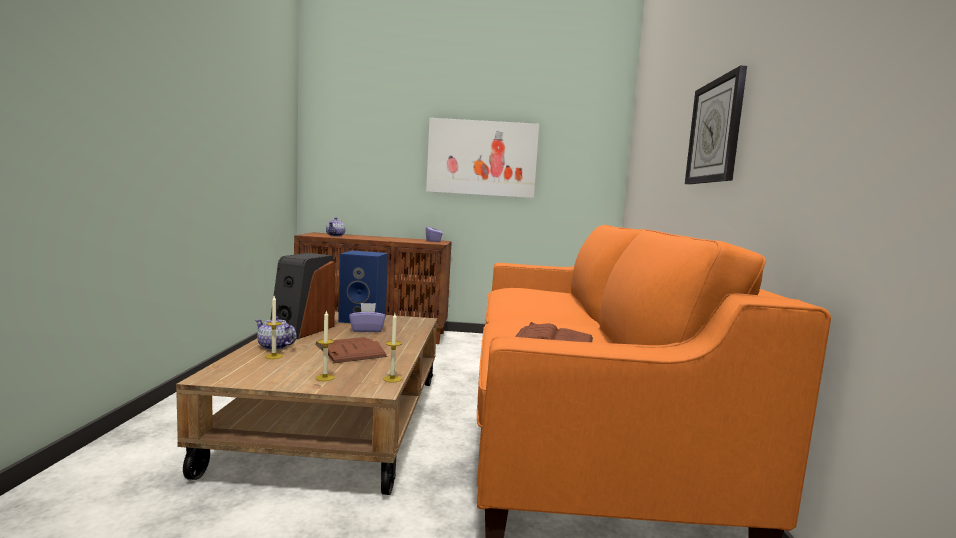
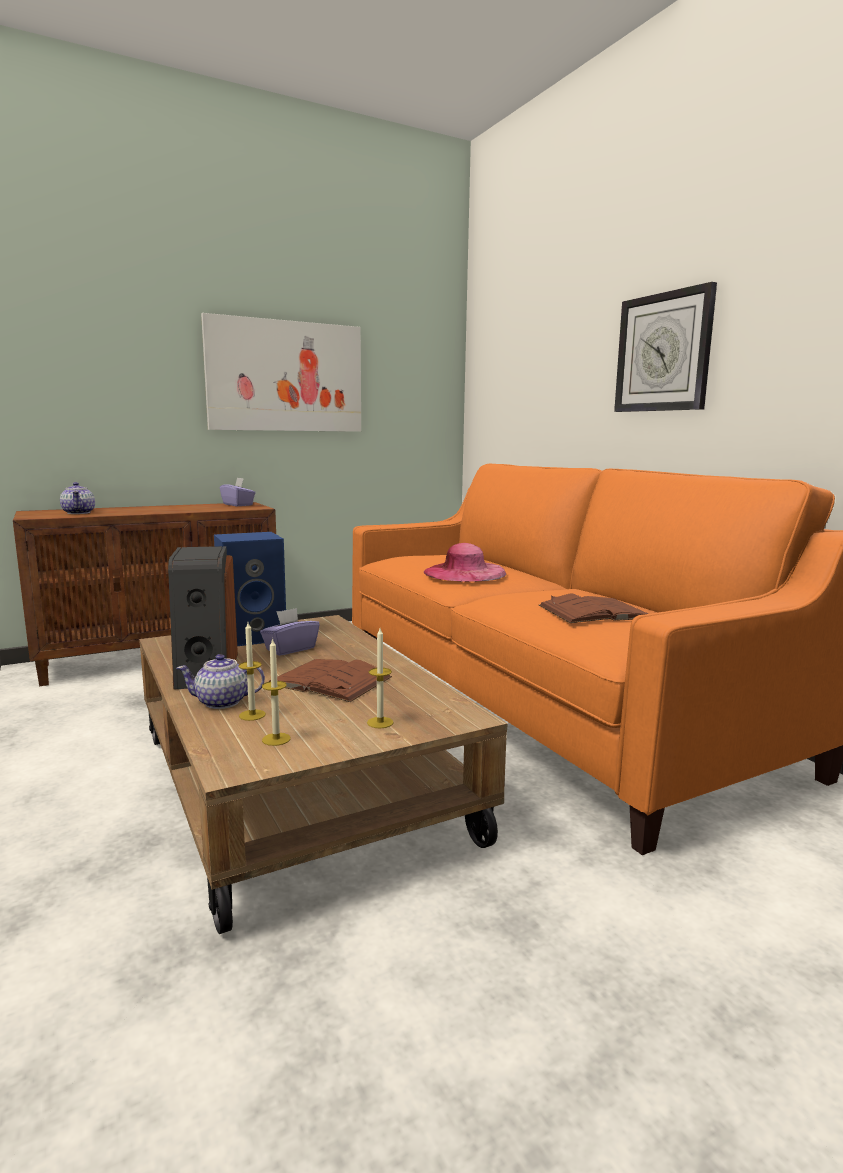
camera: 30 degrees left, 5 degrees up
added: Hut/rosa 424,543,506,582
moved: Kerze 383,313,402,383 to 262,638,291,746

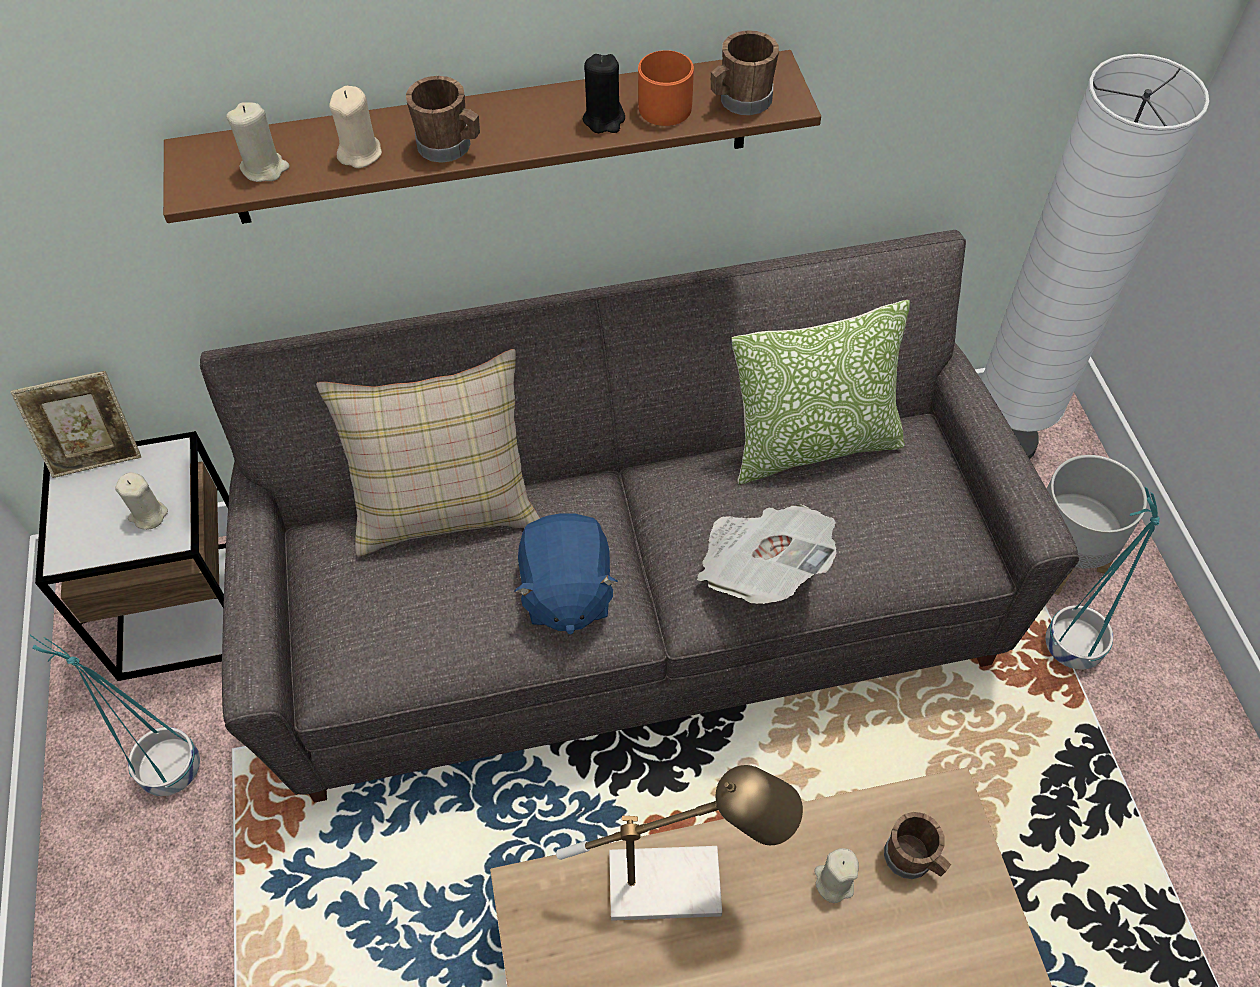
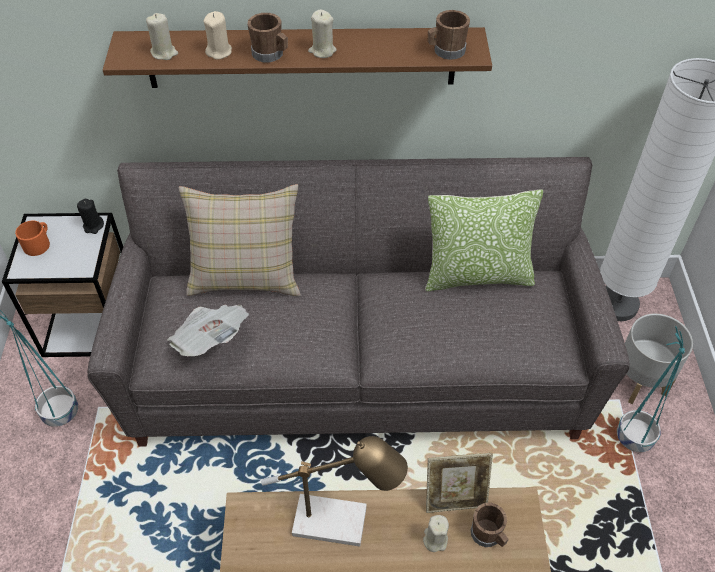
camera: 10 degrees right, 5 degrees down
removed: Plüschtier/blau 514,513,618,635
moved: Bilderrahmen 11,371,141,478 to 426,453,493,513; Kerze/beige 115,472,168,530 to 308,10,337,58; Kerze/schwarz 583,54,625,133 to 77,199,104,234; Henkelbecher/orange 638,50,694,126 to 15,221,50,256; Zeitung 697,505,837,604 to 167,305,249,356

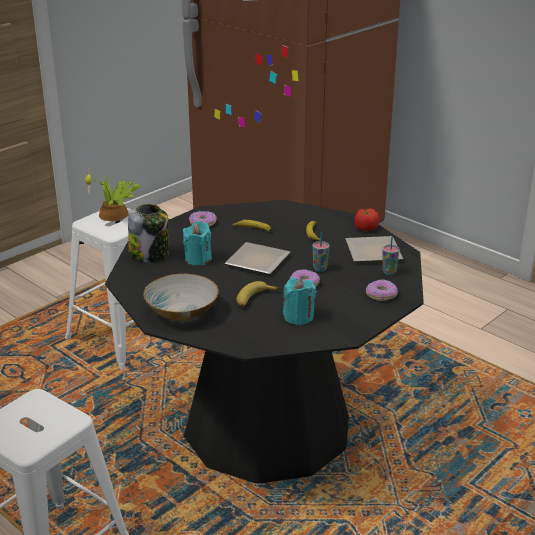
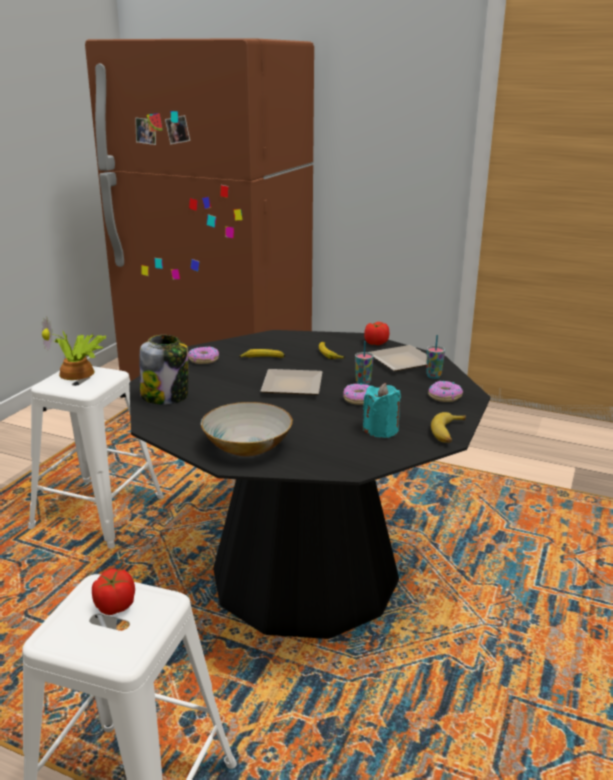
camera: 20 degrees left, 5 degrees down
removed: Kerze/türkis 183,221,212,265
added: Tomate 92,568,135,615
moved: Banane 236,281,279,307 to 431,412,466,443

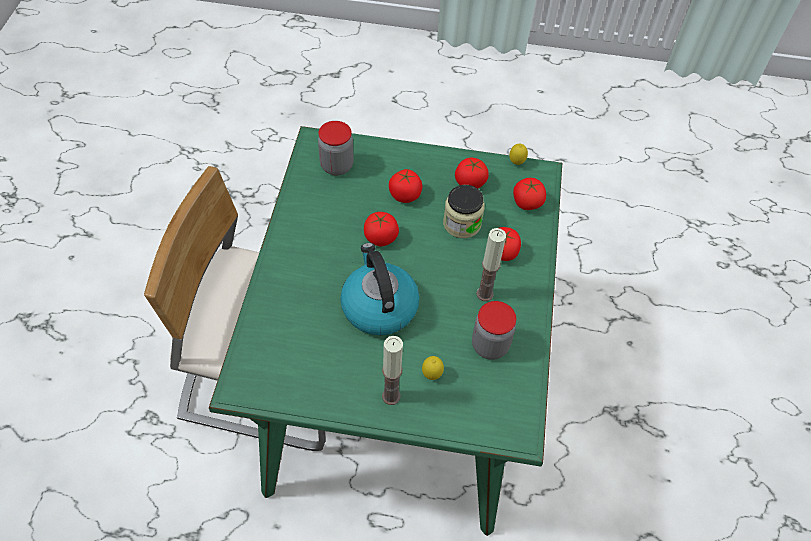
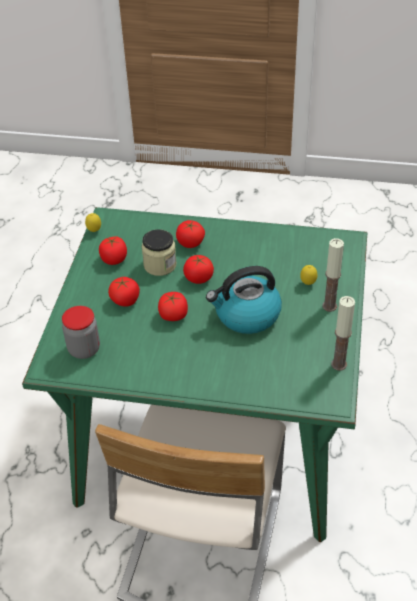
camera: 85 degrees left, 10 degrees down
removed: Vorratsglas 472,301,516,360
moved: Kerze 476,228,506,301 to 331,296,355,371; Tomate 513,178,546,210 to 183,255,214,284

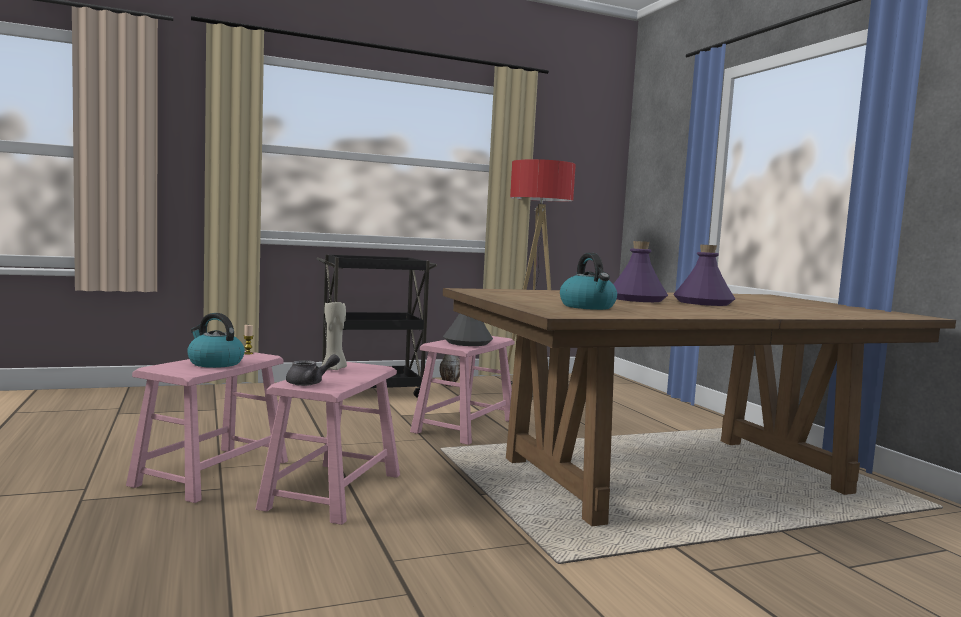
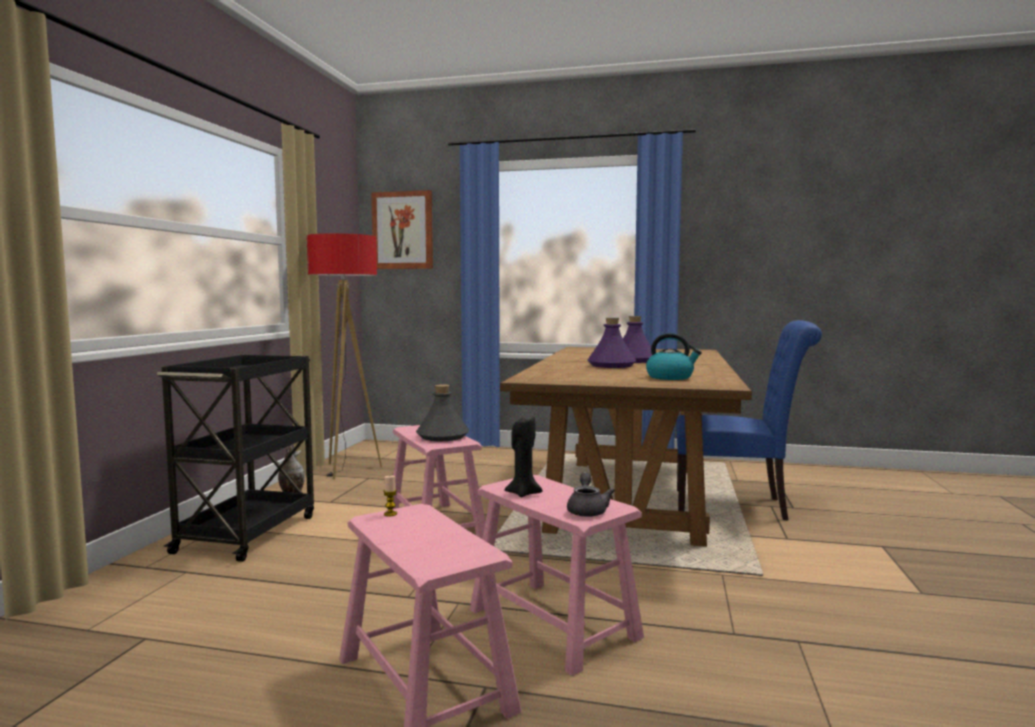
camera: 55 degrees left, 0 degrees up
removed: Wasserkessel 187,313,245,368
added: Bild 371,190,433,269; Stuhl/blau 676,320,822,521
recoloured: Kerze/beige 321,299,347,370 to Kerze/schwarz 504,417,543,497

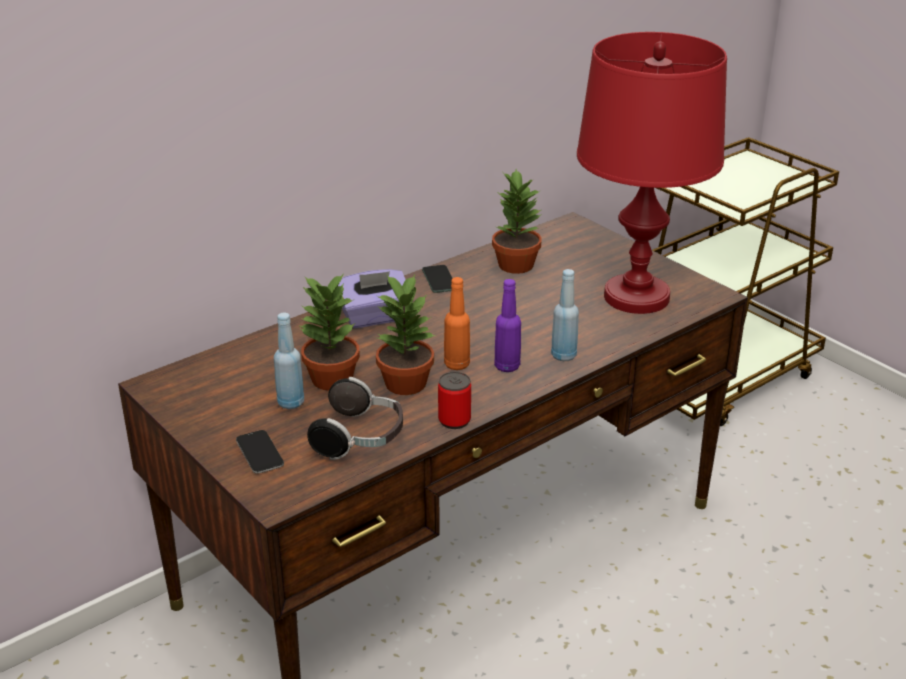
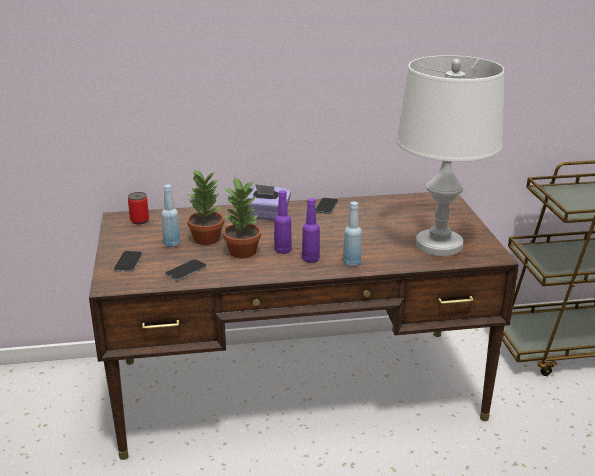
camera: 30 degrees right, 5 degrees down
removed: Topfpflanze 492,169,542,274
moved: Dose 438,372,471,429 to 128,192,149,225
replaced: Kopfhörer 307,377,403,460 to Handy 165,259,206,281
recoloured: Flasche/orange 444,277,470,370 to Flasche/lila 274,190,292,254; Tischlampe/rot 577,32,727,314 to Tischlampe/weiß 397,55,505,256

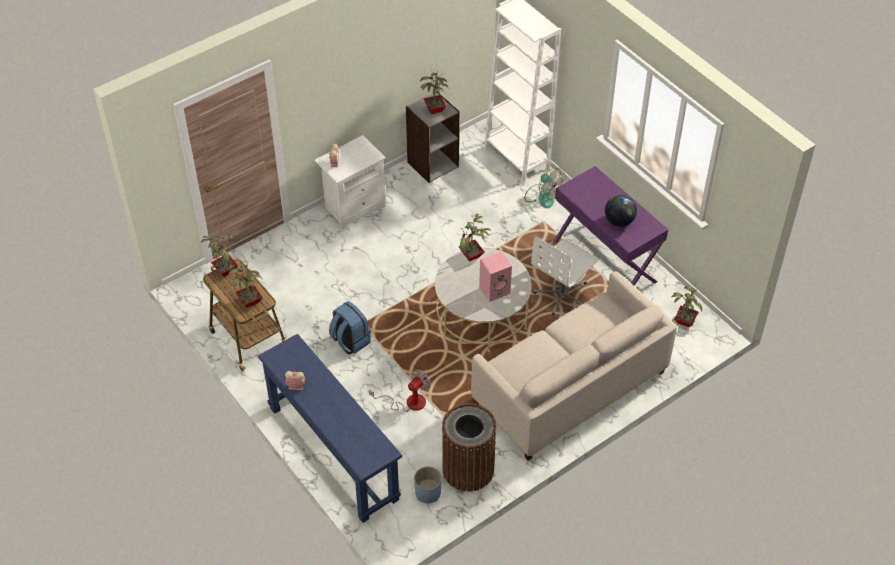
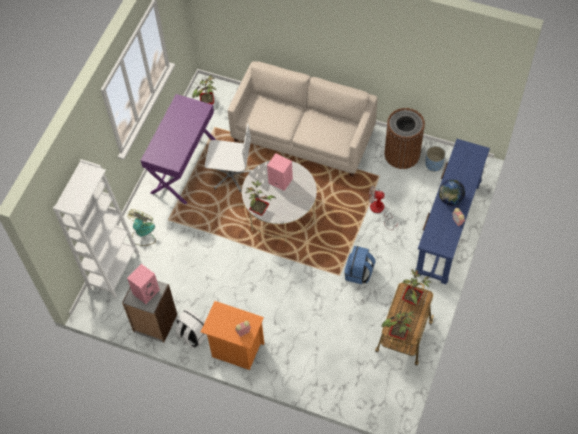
camera: 120 degrees left, 10 degrees up
added: Rucksack/weiß 175,308,207,348
moved: Globus 605,195,637,227 to 439,180,465,206
replaced: Topfpflanze 420,69,448,114 to Lautsprecher/rosa 127,264,160,304
recoloured: Nachttisch/weiß 314,135,386,230 to Nachttisch/orange 201,301,264,370

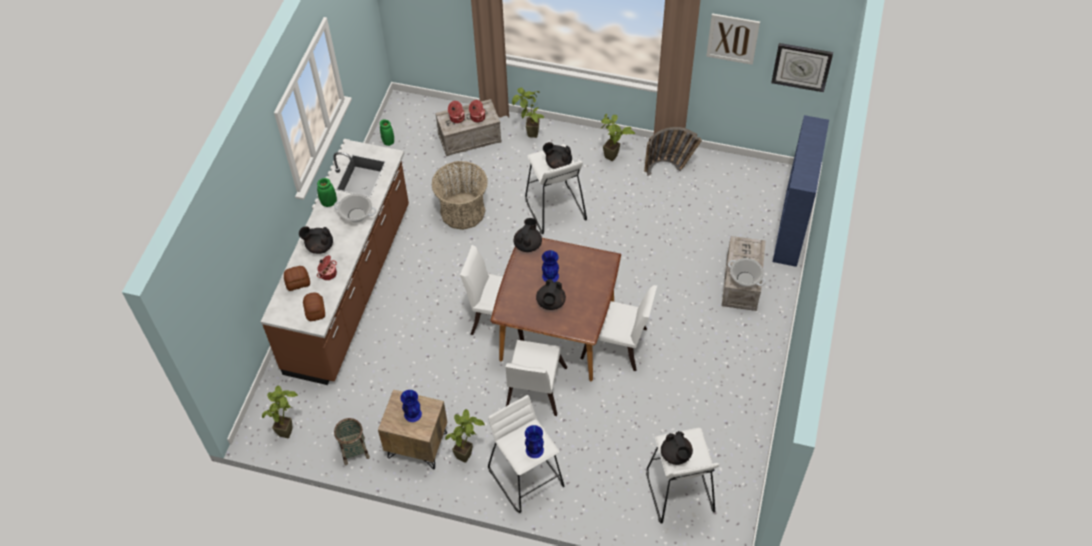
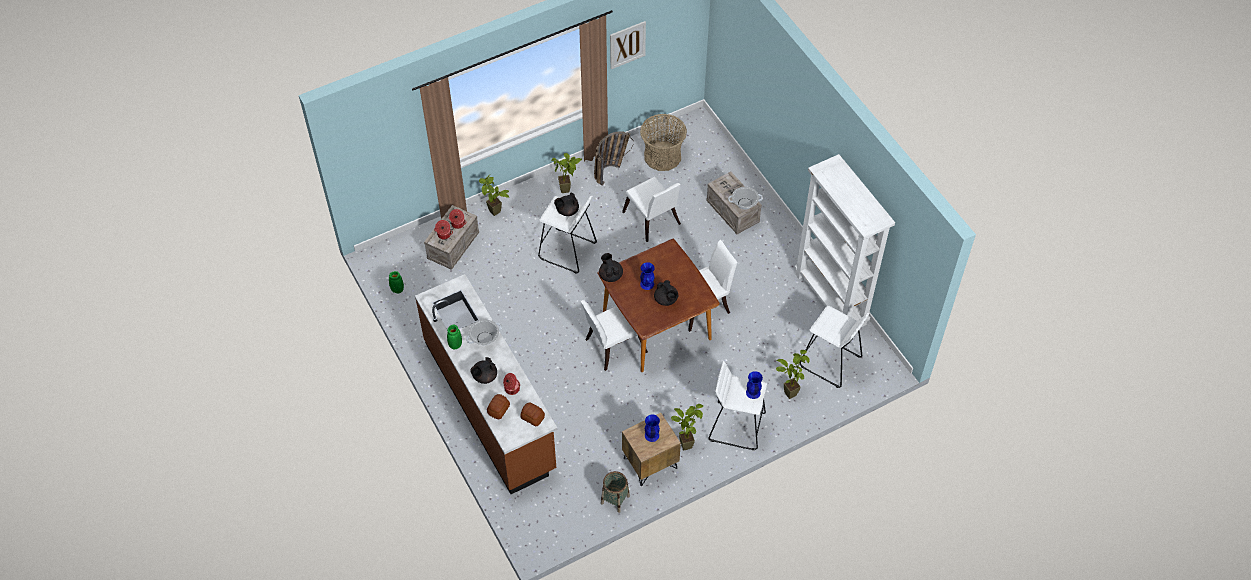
camera: 45 degrees left, 0 degrees up
removed: Teekanne/schwarz 661,431,693,465; Wanduhr 771,43,833,92; Bücherregal/blau 773,115,829,267
added: Bücherregal/weiß 794,154,895,327
moved: Topfpflanze 262,385,298,438 to 776,350,810,399; Korb 431,161,488,230 to 640,114,687,171; Stuhl/weiß 506,340,567,416 to 622,177,681,242

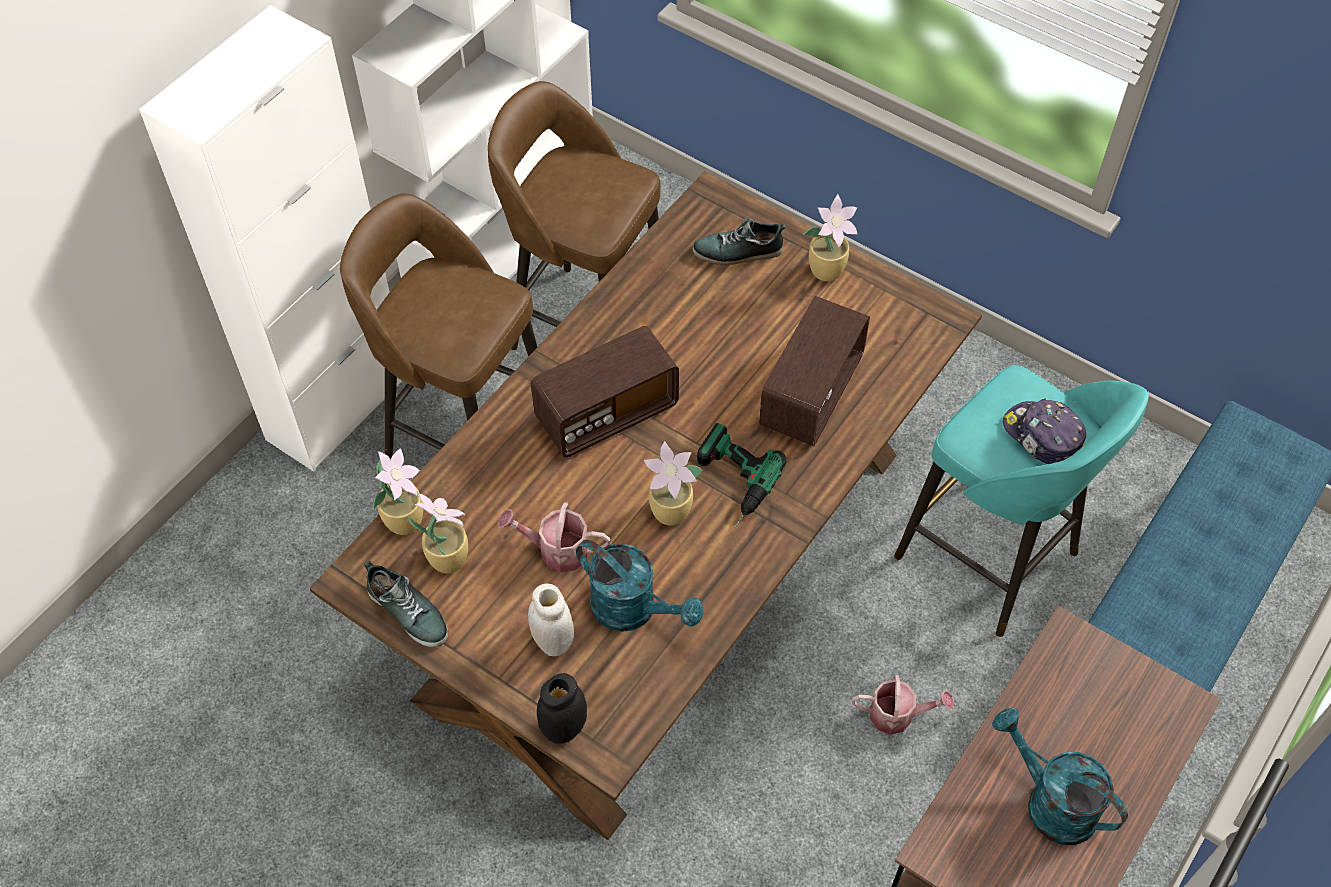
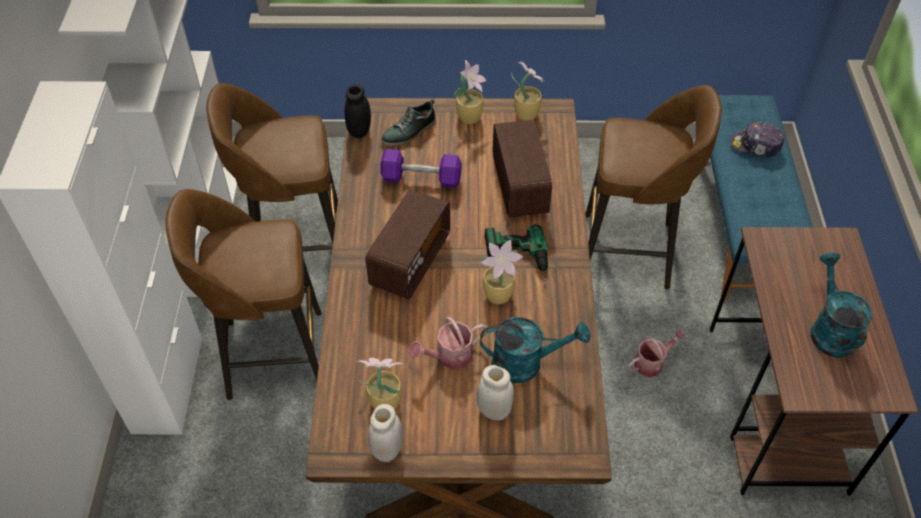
camera: 35 degrees left, 5 degrees down
added: Hantel/lila 380,149,462,188
moved: Topfpflanze 373,448,423,535 to 511,61,545,121; Vorratsglas/schwarz 537,673,587,744 to 344,84,371,138; Kappe 1003,399,1087,464 to 730,122,784,157
replaced: Schuh 364,561,448,648 to Vorratsglas/weiß 368,404,403,462
recoloured: Hocker/türkis 894,365,1149,637 to Hocker/braun 585,85,722,290
turned: Gießkanne/türkis 992,708,1128,845 = 811,253,872,358 75 degrees clockwise

